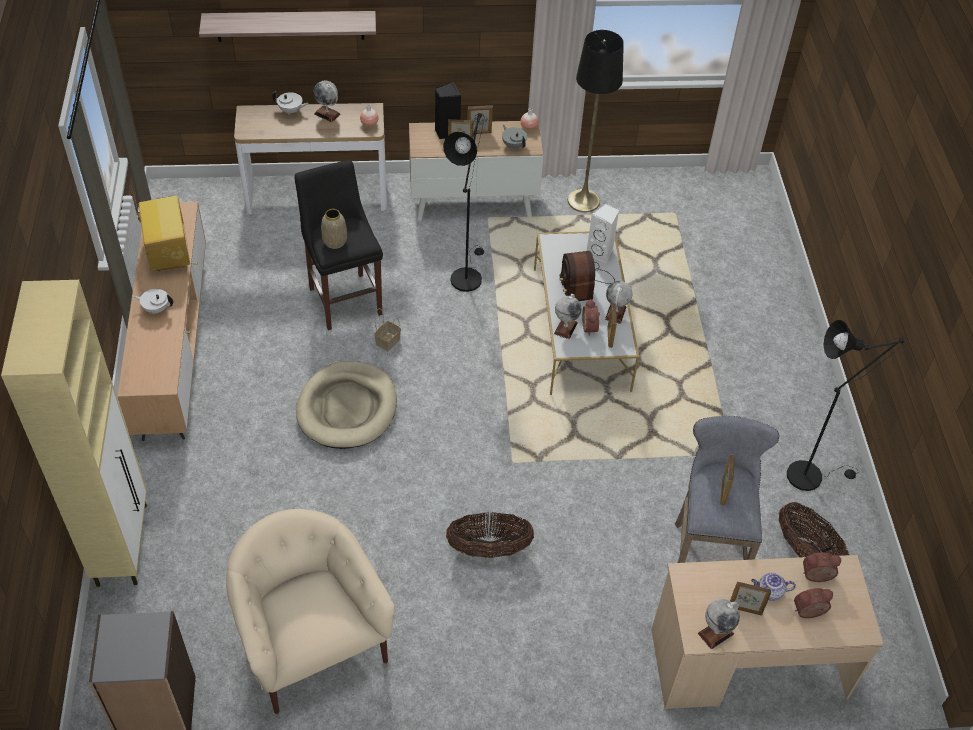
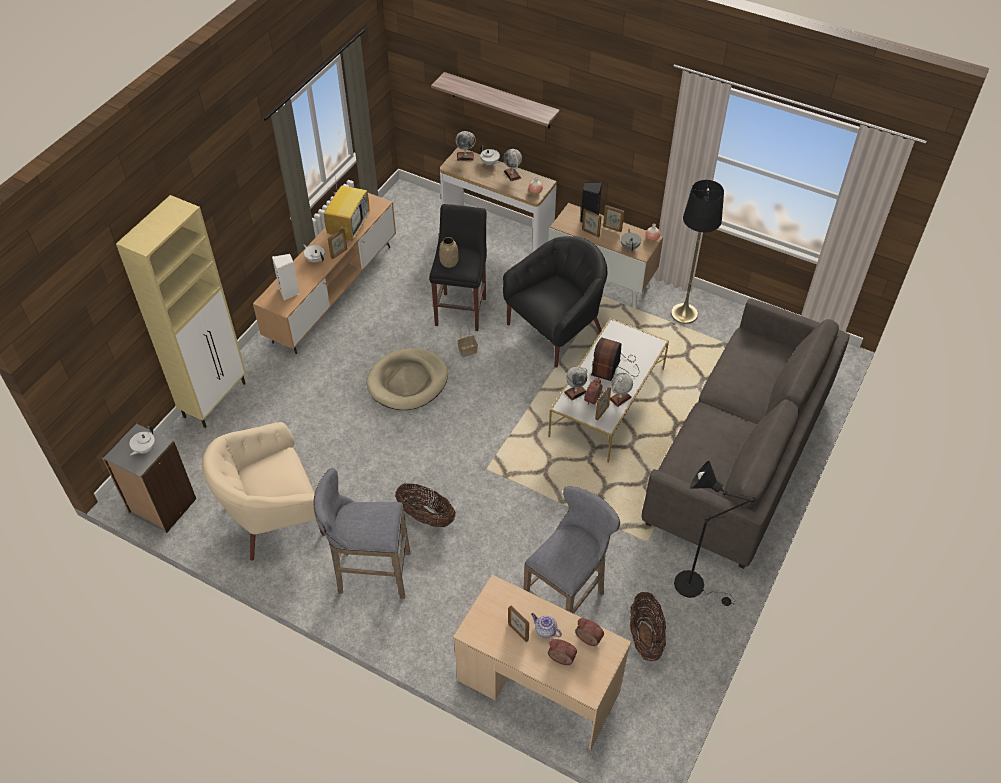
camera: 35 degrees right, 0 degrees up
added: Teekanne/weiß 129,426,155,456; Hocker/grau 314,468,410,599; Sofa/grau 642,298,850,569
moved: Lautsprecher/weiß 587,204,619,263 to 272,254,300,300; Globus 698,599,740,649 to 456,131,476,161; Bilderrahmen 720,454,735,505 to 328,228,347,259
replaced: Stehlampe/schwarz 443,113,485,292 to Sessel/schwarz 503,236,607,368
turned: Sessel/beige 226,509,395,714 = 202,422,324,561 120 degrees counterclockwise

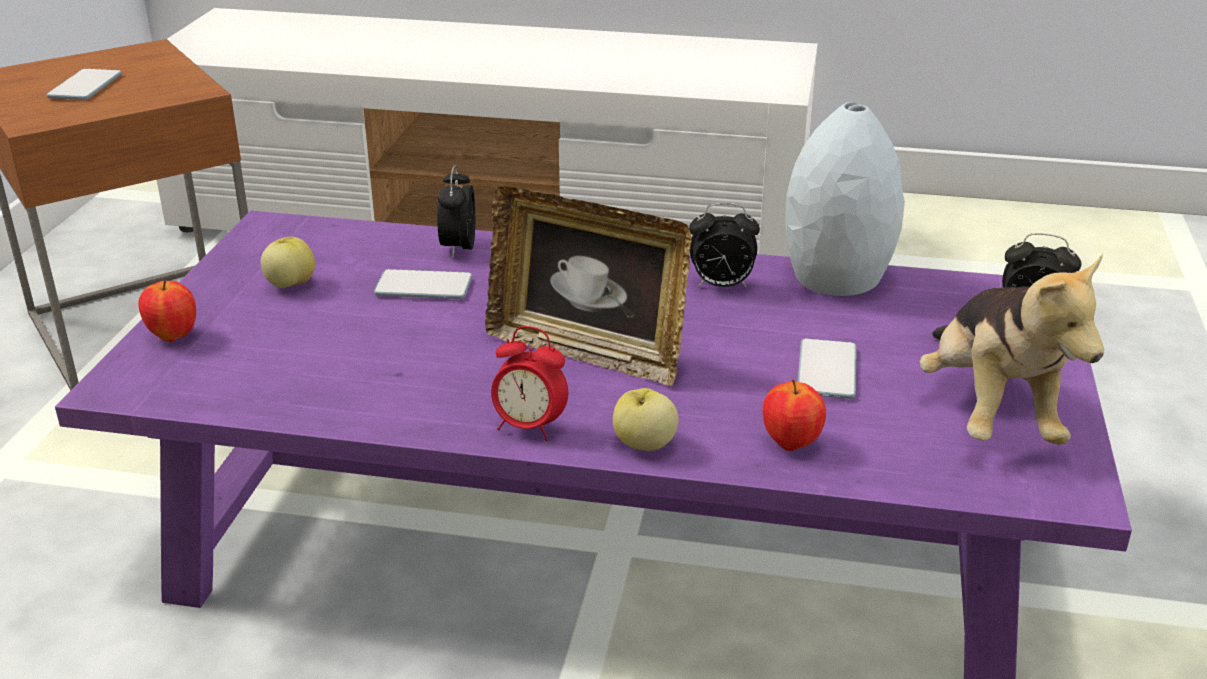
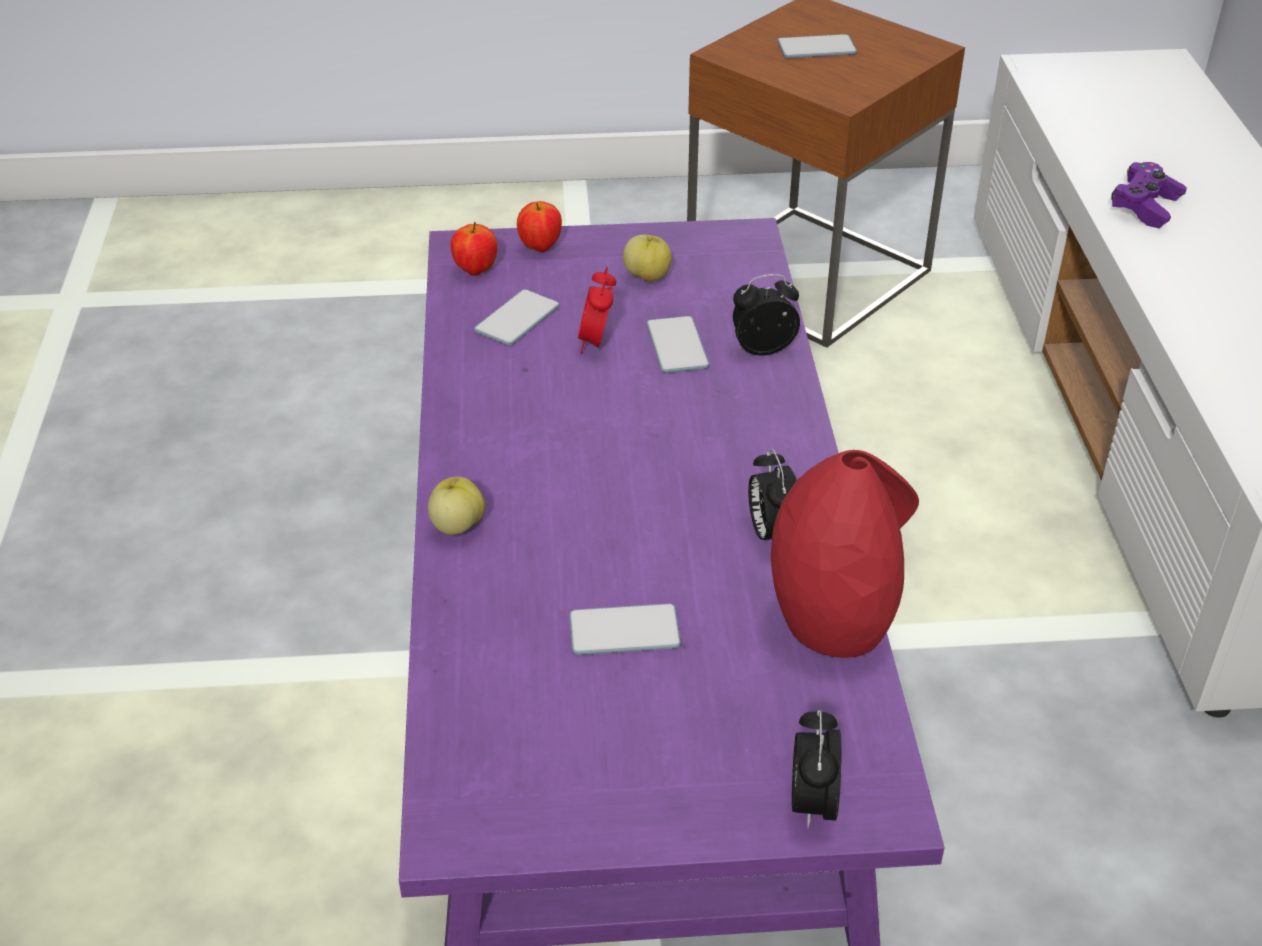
camera: 75 degrees right, 10 degrees up
removed: Bilderrahmen 485,186,691,386; Plüschtier 920,253,1104,445
added: Handy 474,289,560,346; Gamepad/lila 1111,162,1187,229
moved: Wecker 491,326,568,441 to 578,266,616,354; Apfel 763,379,826,451 to 450,222,497,276
recoloured: Vase/grau 785,102,905,296 to Vase/rot 771,450,919,658

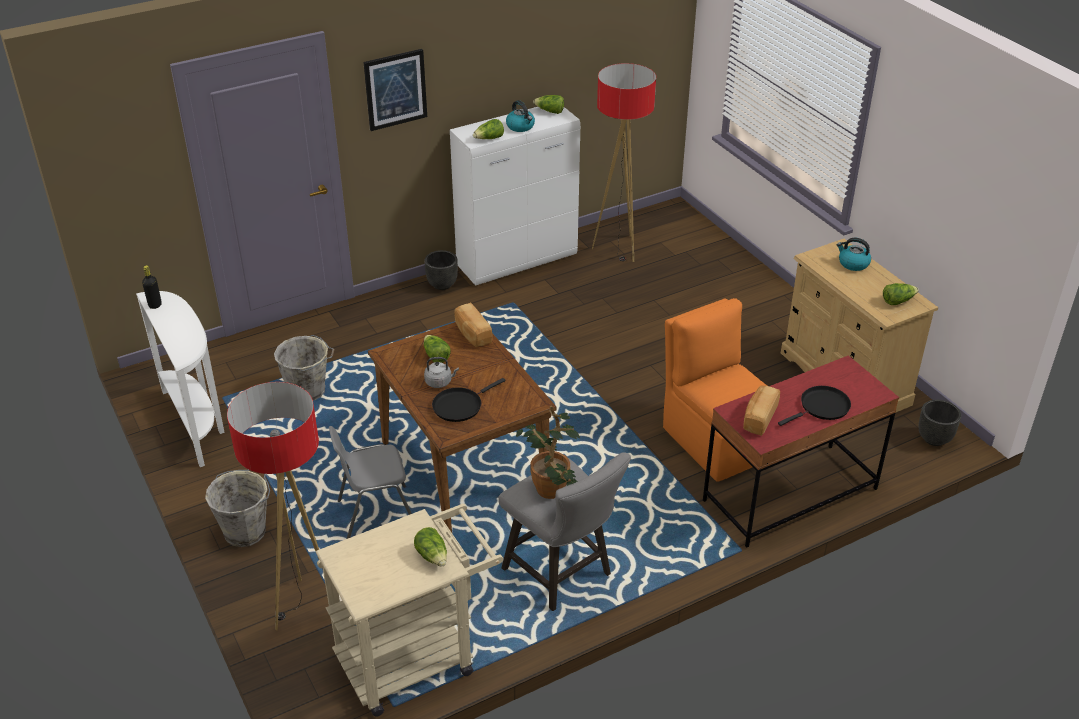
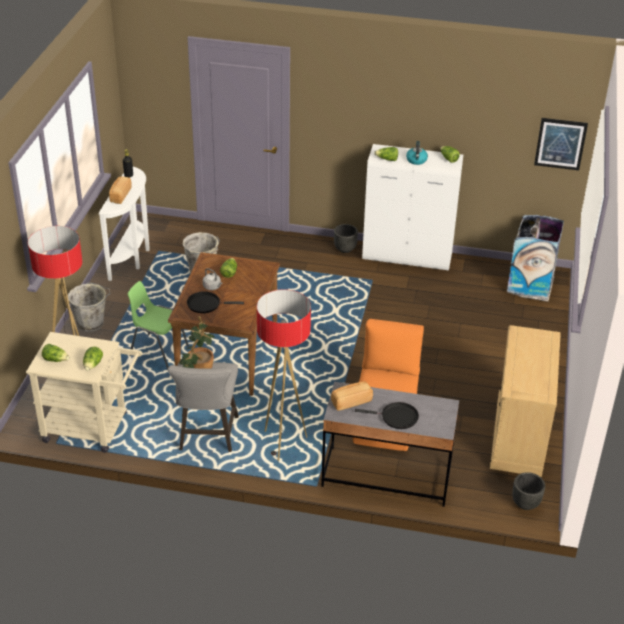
camera: 40 degrees right, 0 degrees up
removed: Wasserkessel 837,238,871,271
added: Mülleimer 507,215,564,301
moved: Bild 363,49,427,131 to 534,118,588,170; Brot 454,302,493,347 to 109,177,131,204; Stehlampe 592,63,656,262 to 257,289,311,461; Salatkopf 883,283,919,305 to 42,344,69,362
recoloured: Stuhl/grau 329,426,412,539 to Stuhl/grün 128,281,189,369; Schreibtisch/rot 703,355,899,548 to Schreibtisch/grau 321,382,459,507

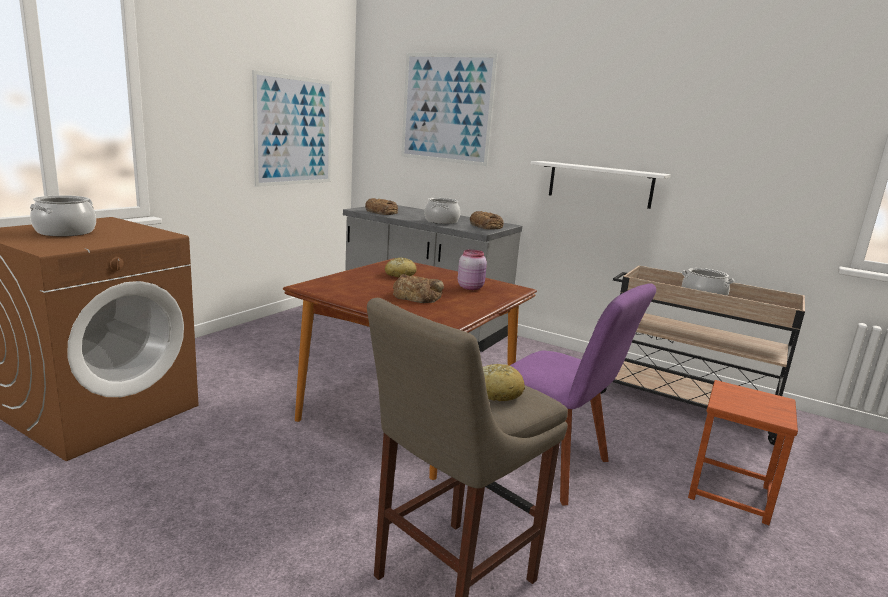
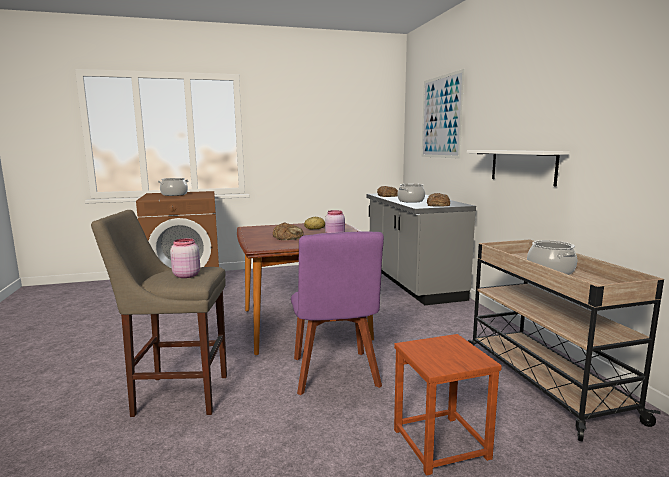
camera: 45 degrees right, 5 degrees down
removed: Bild 252,70,332,187
replaced: Brot 483,364,525,401 to Vorratsglas/rosa 170,238,200,278

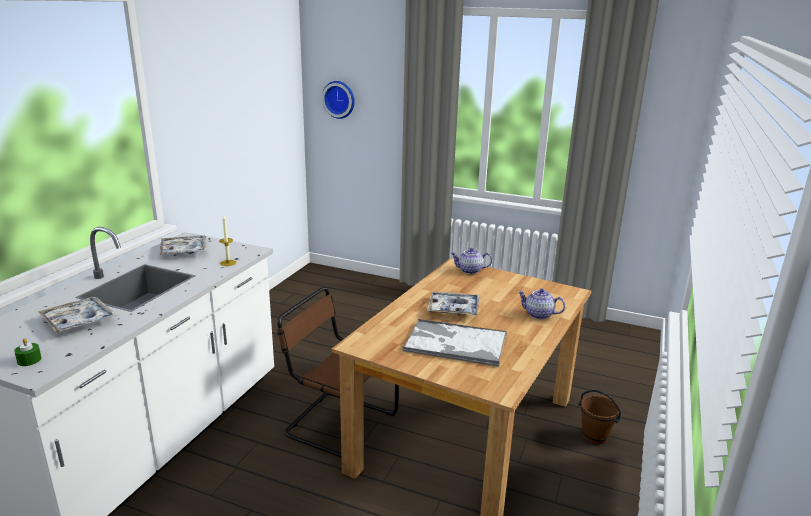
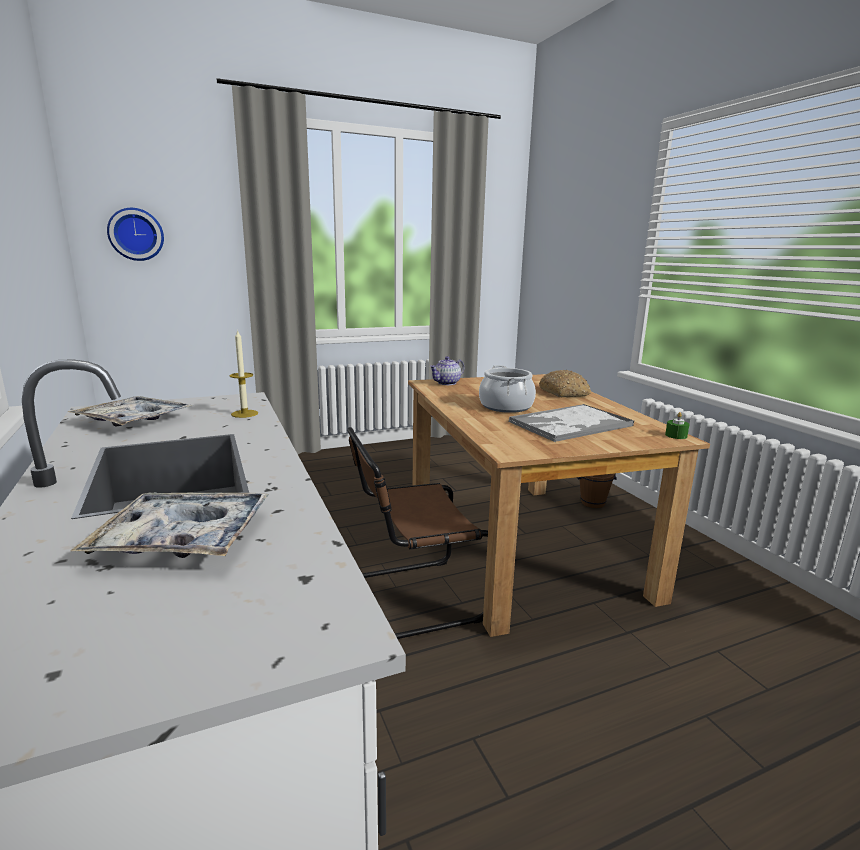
camera: 45 degrees left, 5 degrees down
moved: Kerze/grün 14,338,42,366 to 665,412,690,439
replaced: Tablett 427,292,480,316 to Kochtopf 479,365,536,413; Teekanne 517,289,565,319 to Brot 539,370,591,397

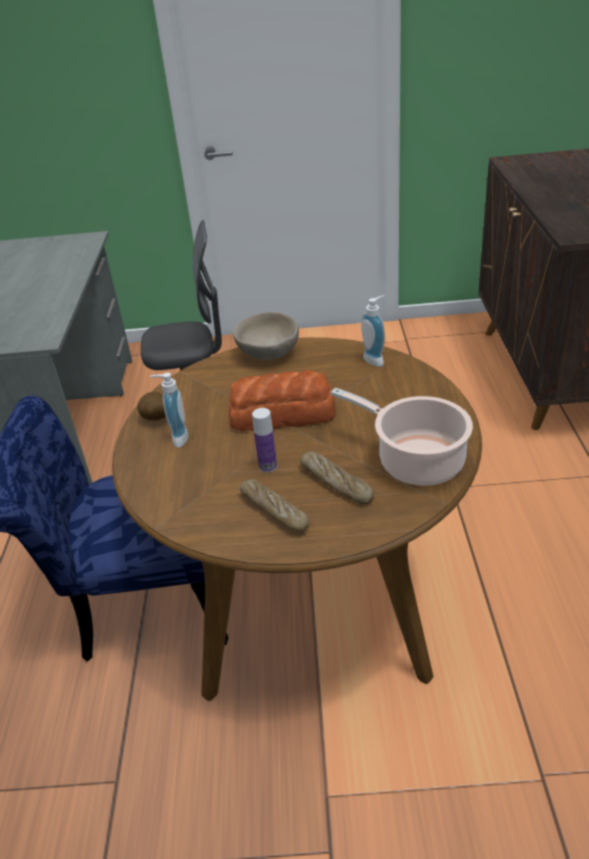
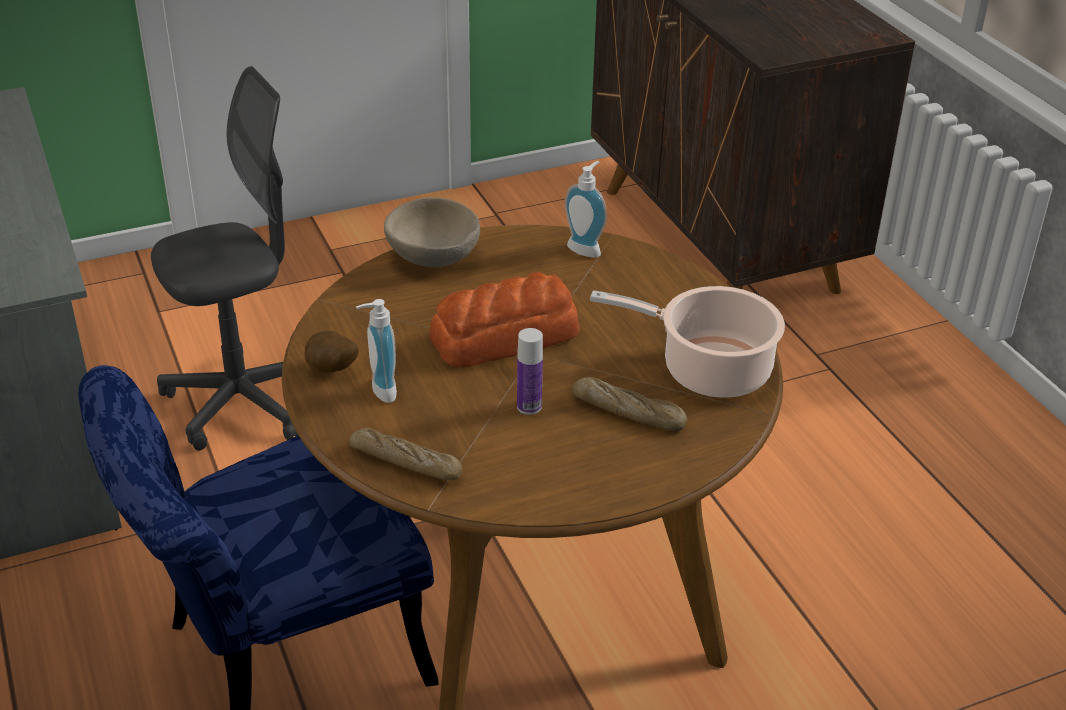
camera: 25 degrees left, 0 degrees up
moved: Brot 240,479,310,532 to 349,427,463,480

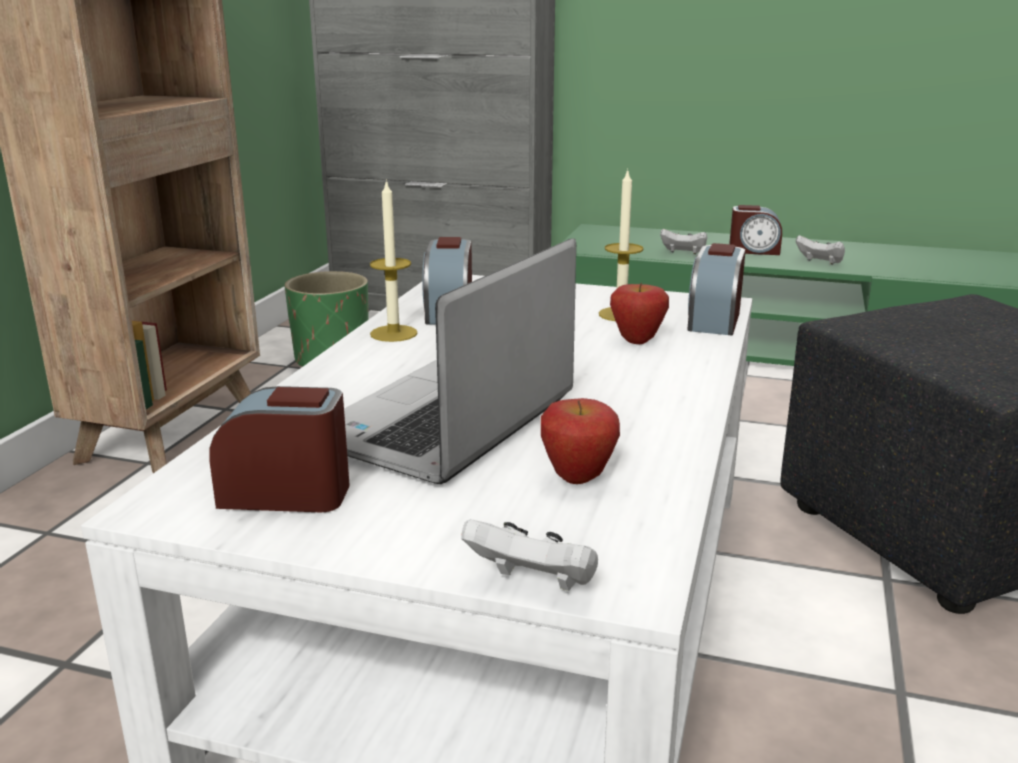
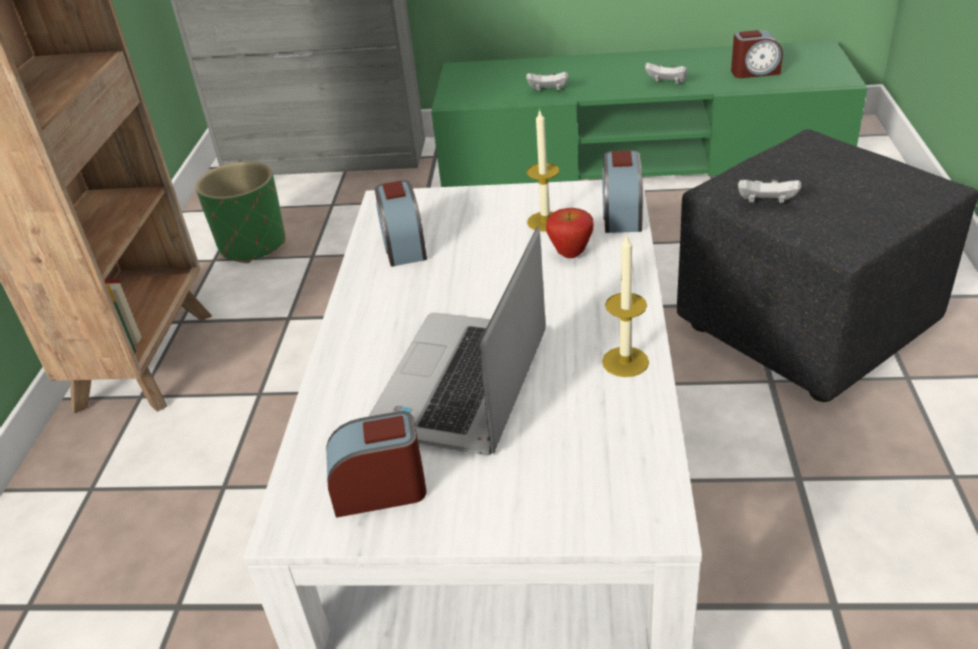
camera: 10 degrees left, 15 degrees up
removed: Apfel 541,398,620,484
moved: Kerze 370,179,418,342 to 602,234,649,377; Gamepad/weiß 461,520,598,591 to 738,179,801,203; Wecker 729,205,782,255 to 731,30,783,78

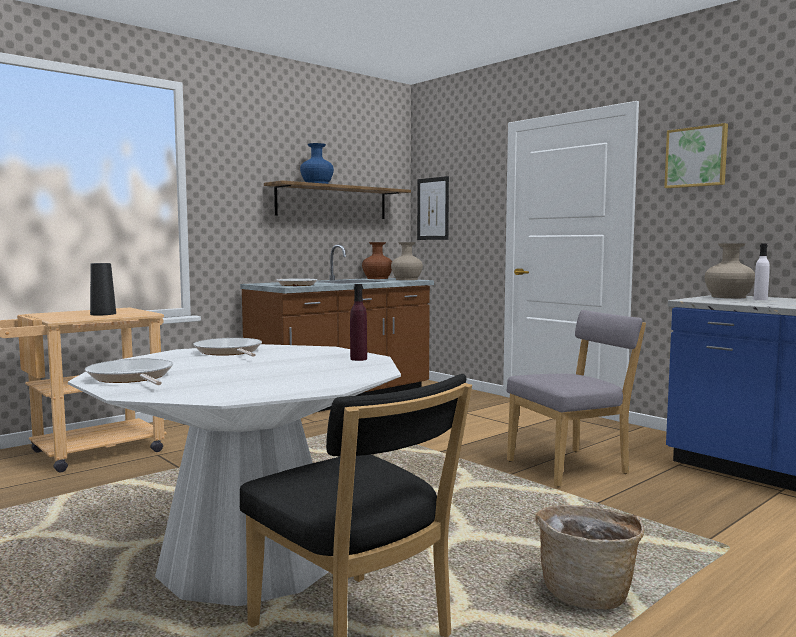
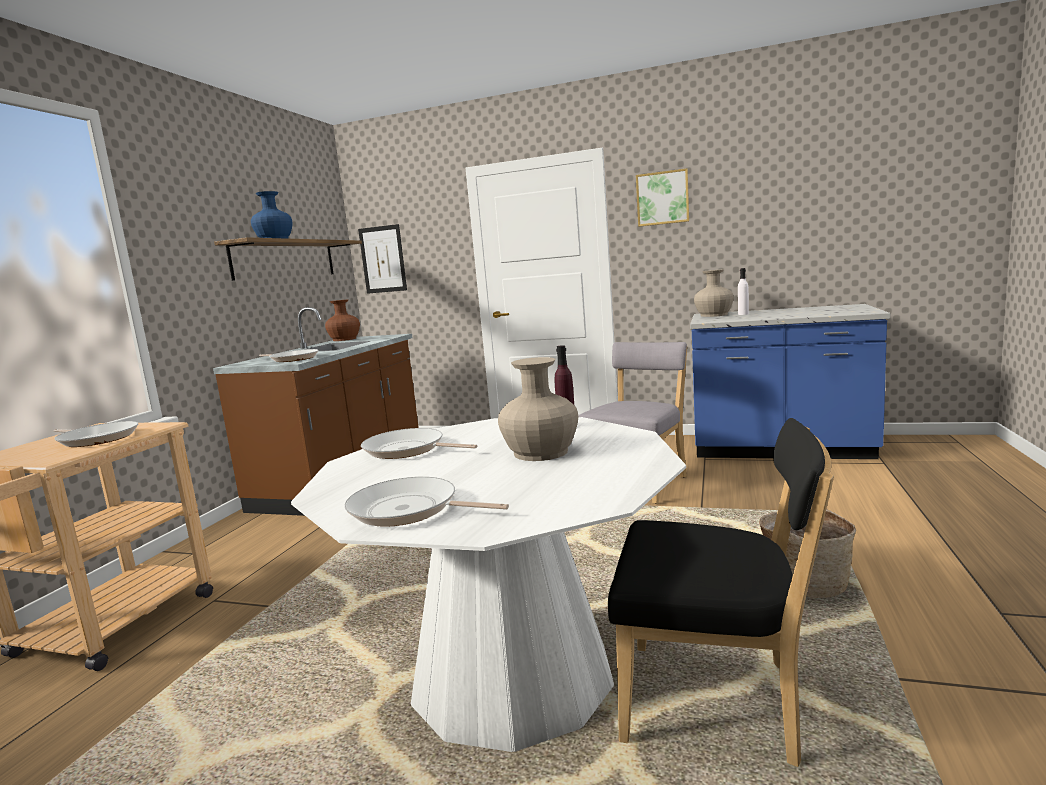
camera: 30 degrees left, 5 degrees up
moved: Vase/beige 391,242,423,280 to 498,357,578,461
replaced: Vase/schwarz 90,263,116,315 to Pfanne 54,421,139,447

